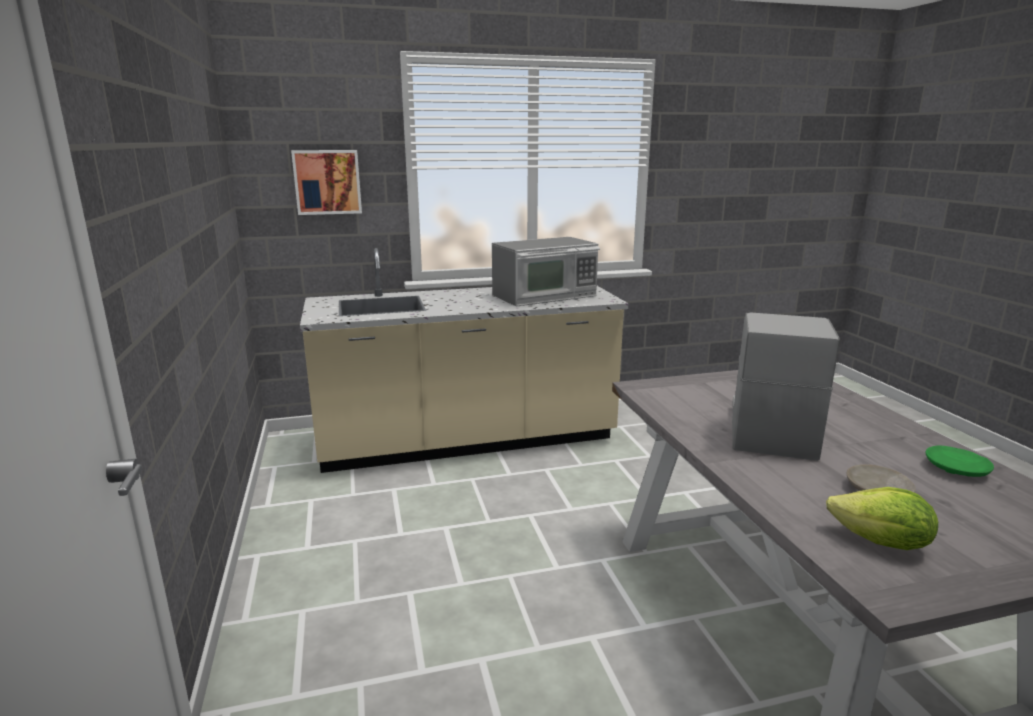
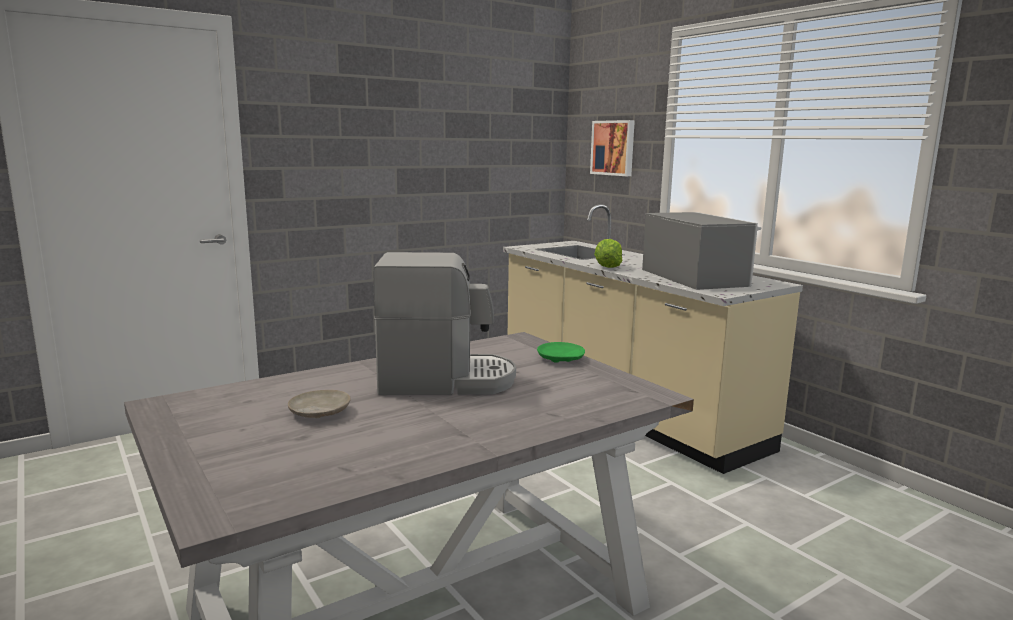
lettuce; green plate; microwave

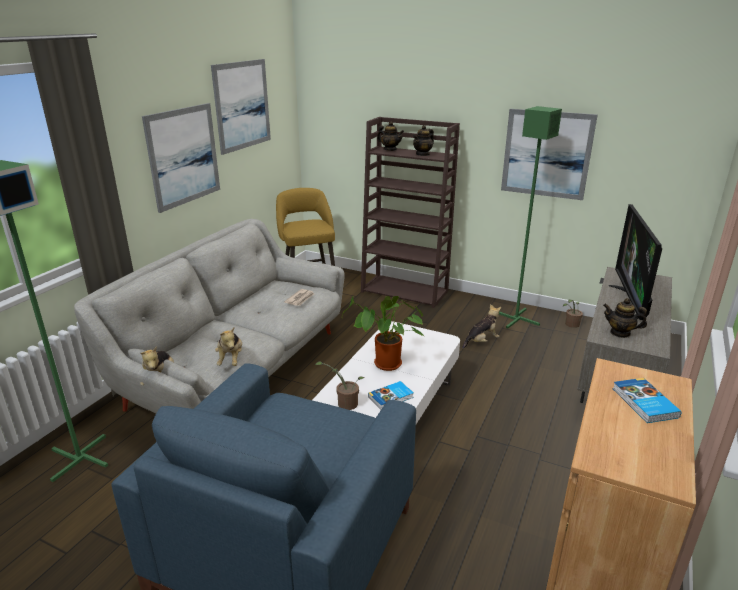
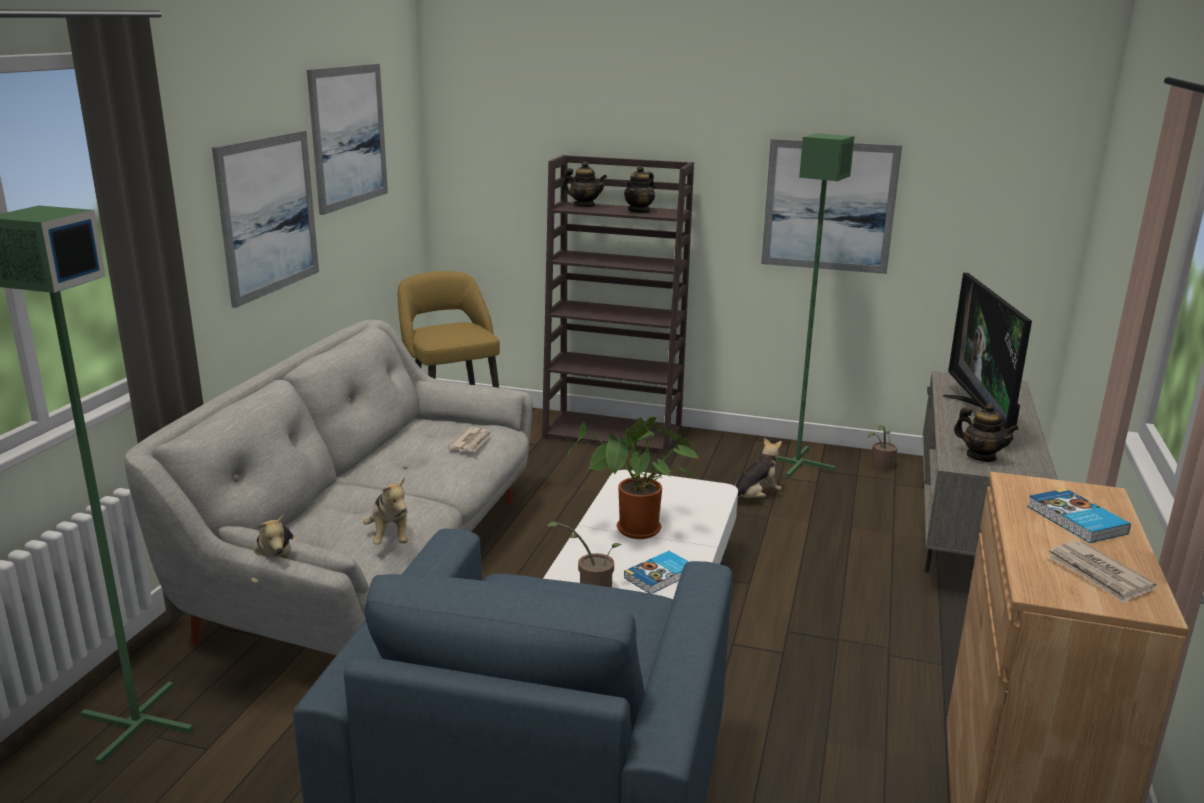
newspaper (no. 2 from left); teapot (no. 3 from left)

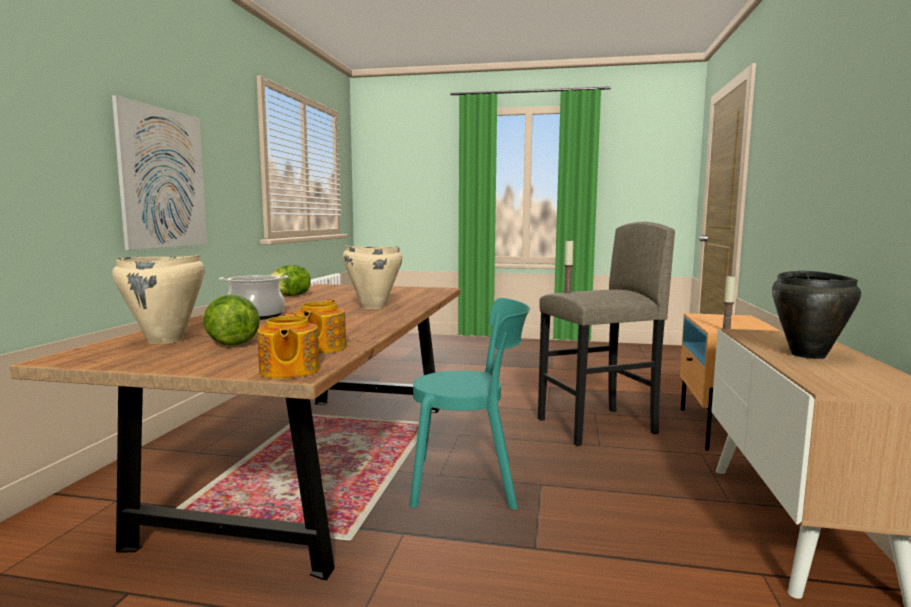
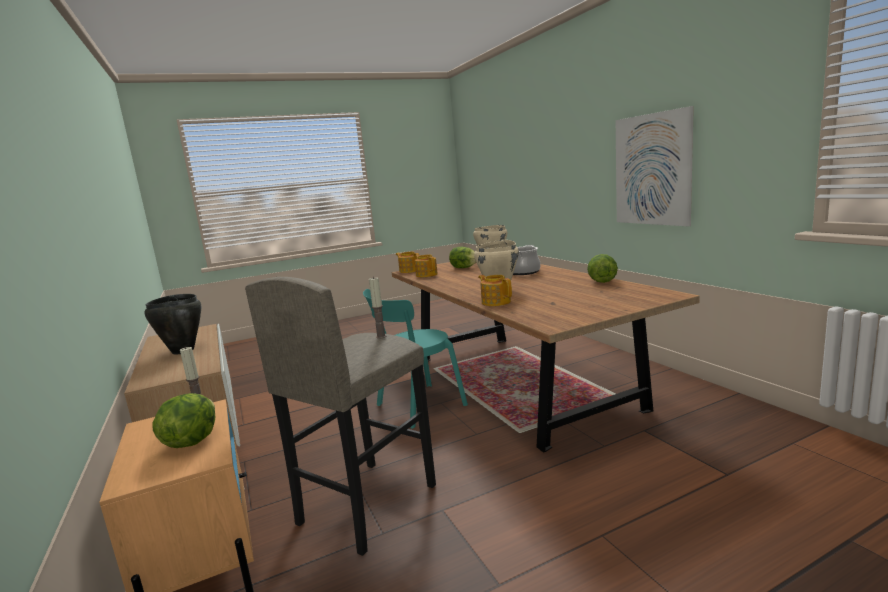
lettuce (no. 1 from left); teapot (no. 3 from left)

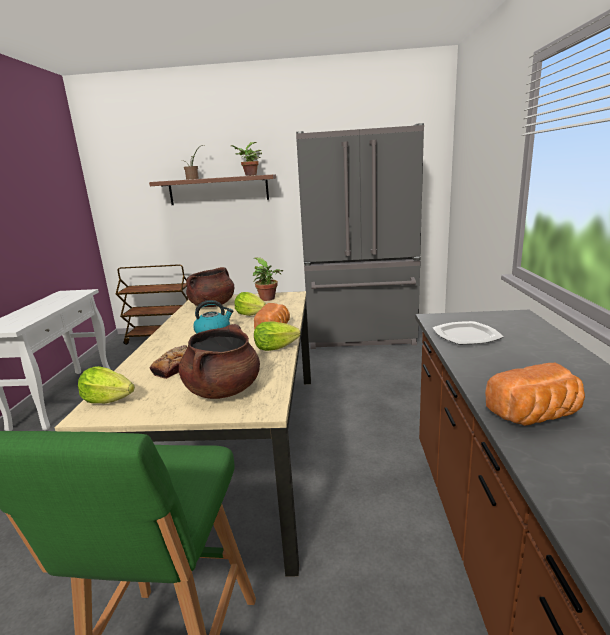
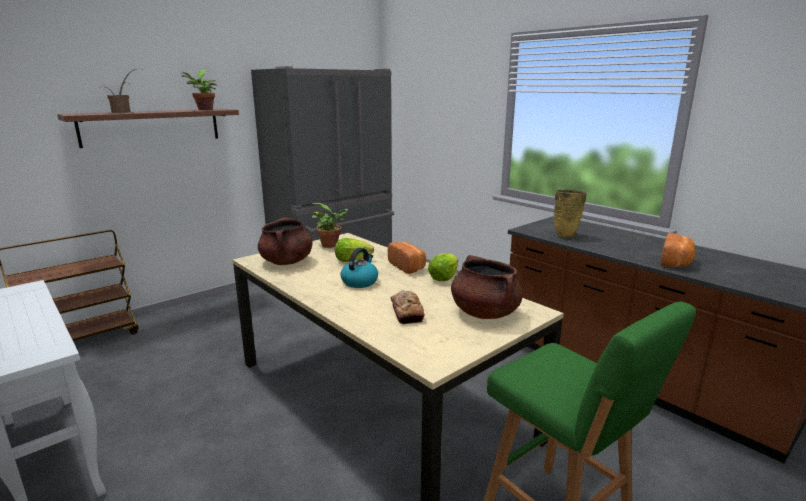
lettuce (no. 1 from left in the first image); beige vase

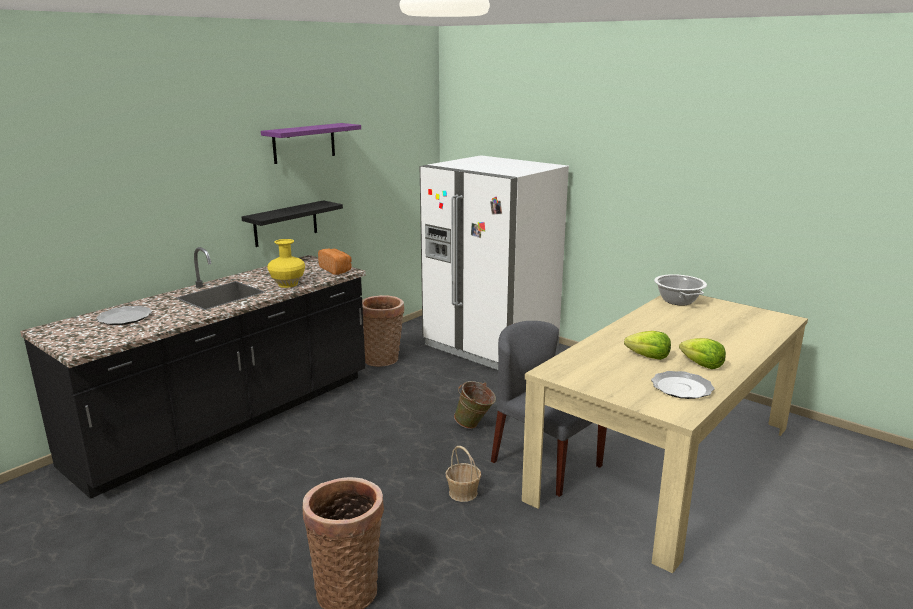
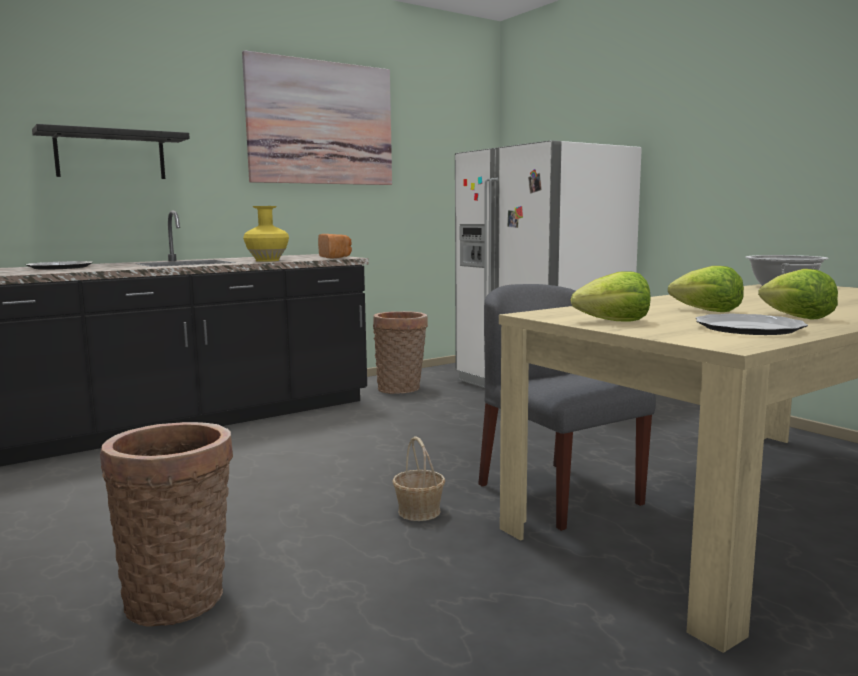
green bucket; lettuce (no. 1 from left); black shelf; picture

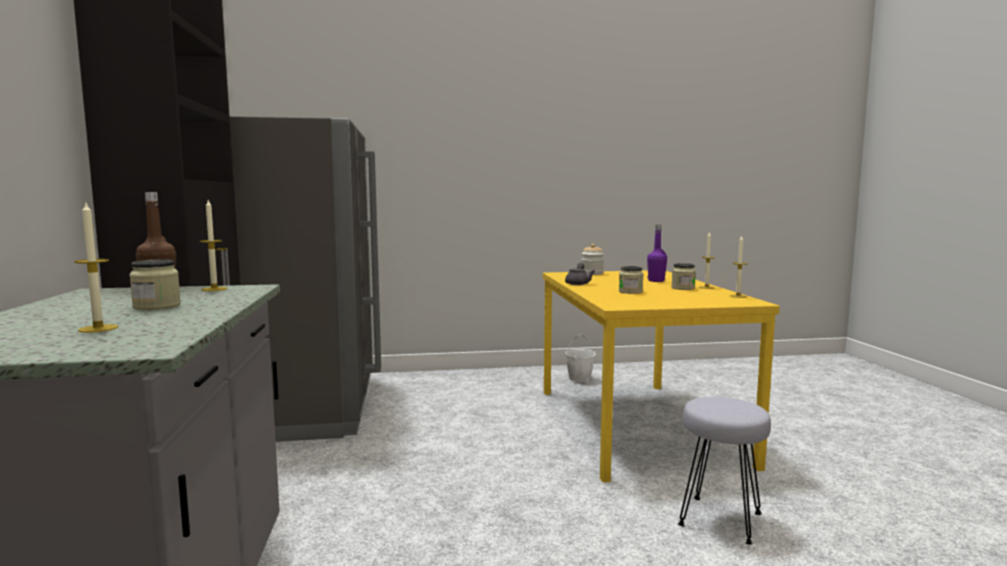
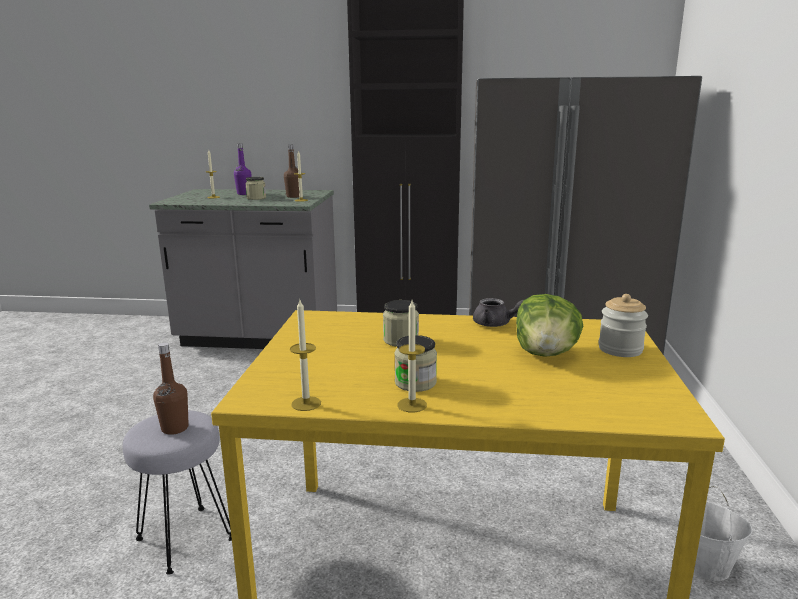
brown bottle (no. 1 from left); lettuce; purple bottle

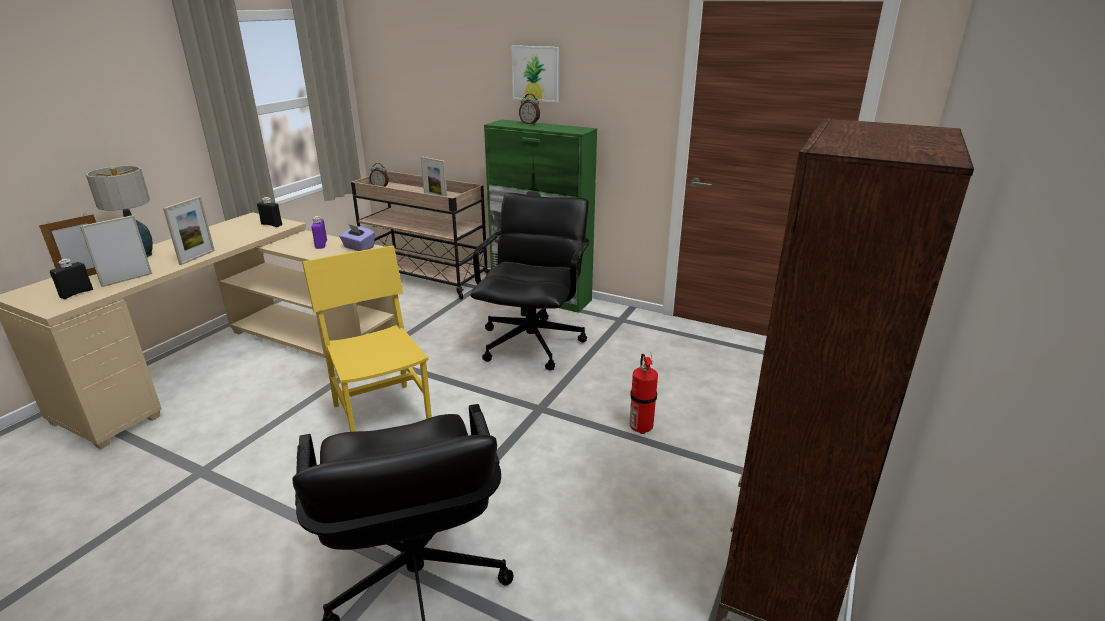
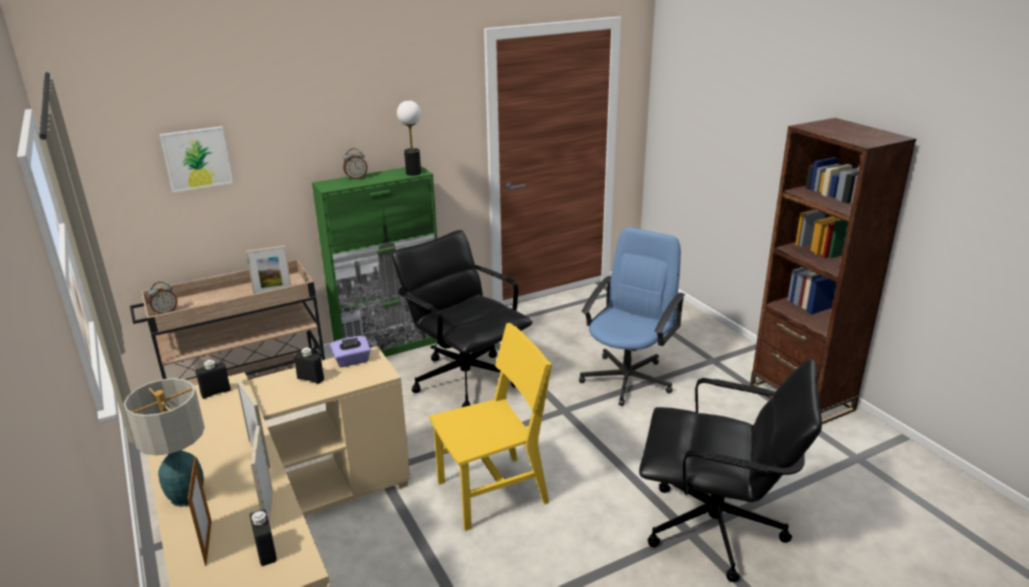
table lamp (no. 2 from left); picture; blue office chair; black bottle (no. 3 from left); yellow chair

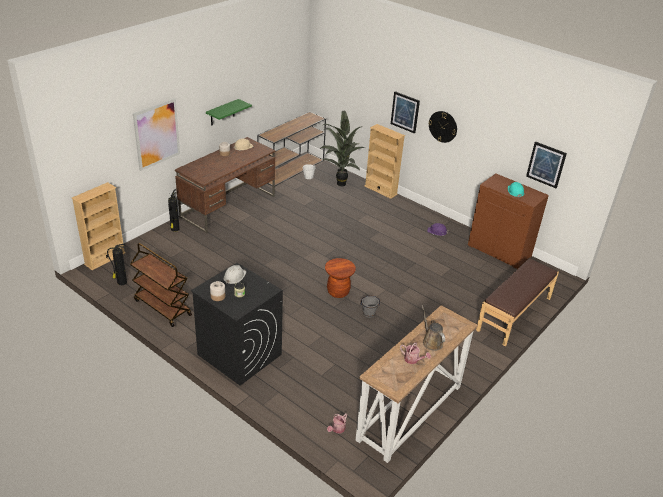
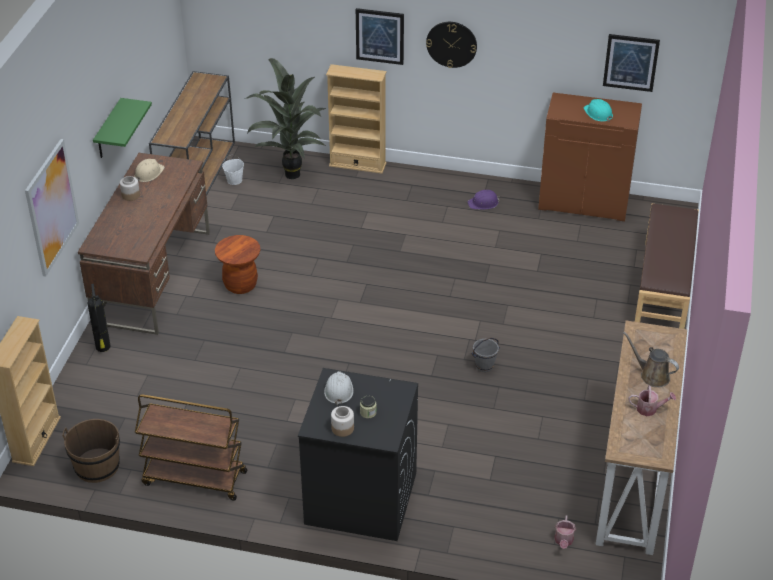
brown stool; brown bucket

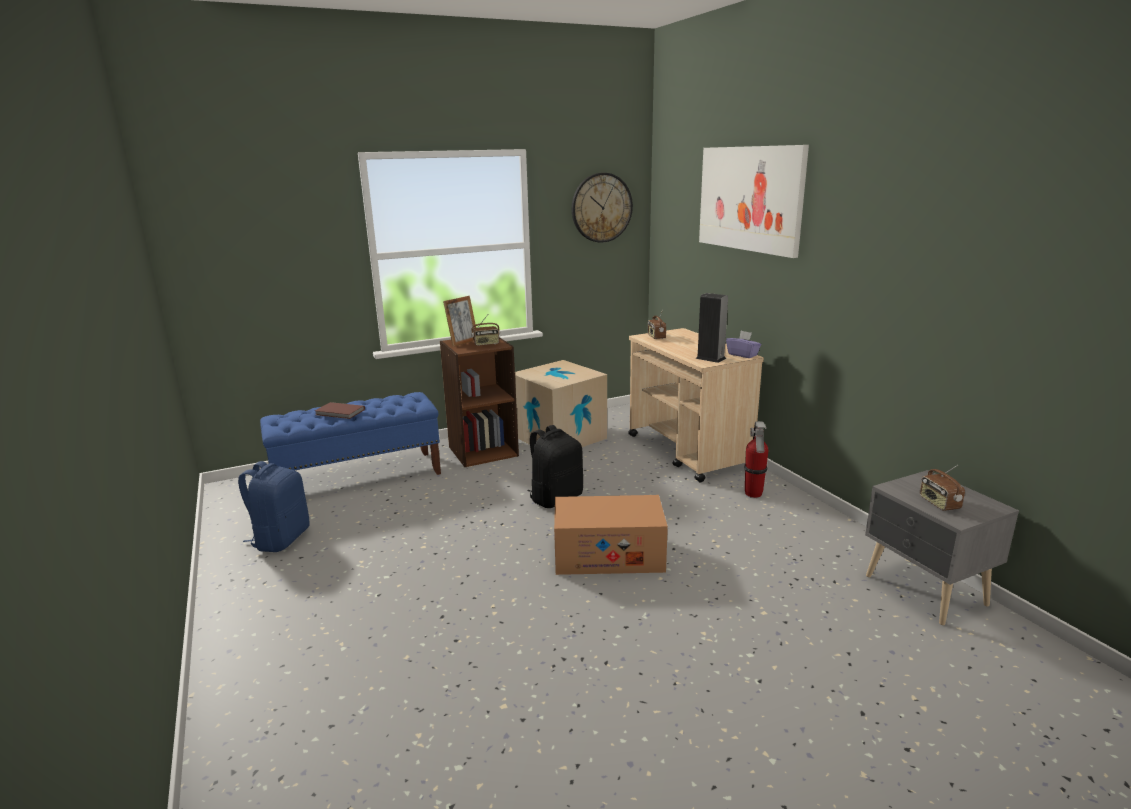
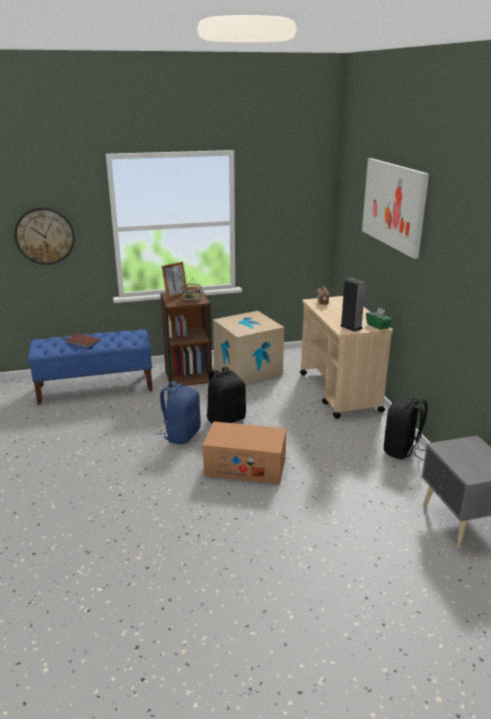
fire extinguisher; radio (no. 3 from left in the first image); black backpack (no. 2 from left); blue backpack; wall clock; green tissue box

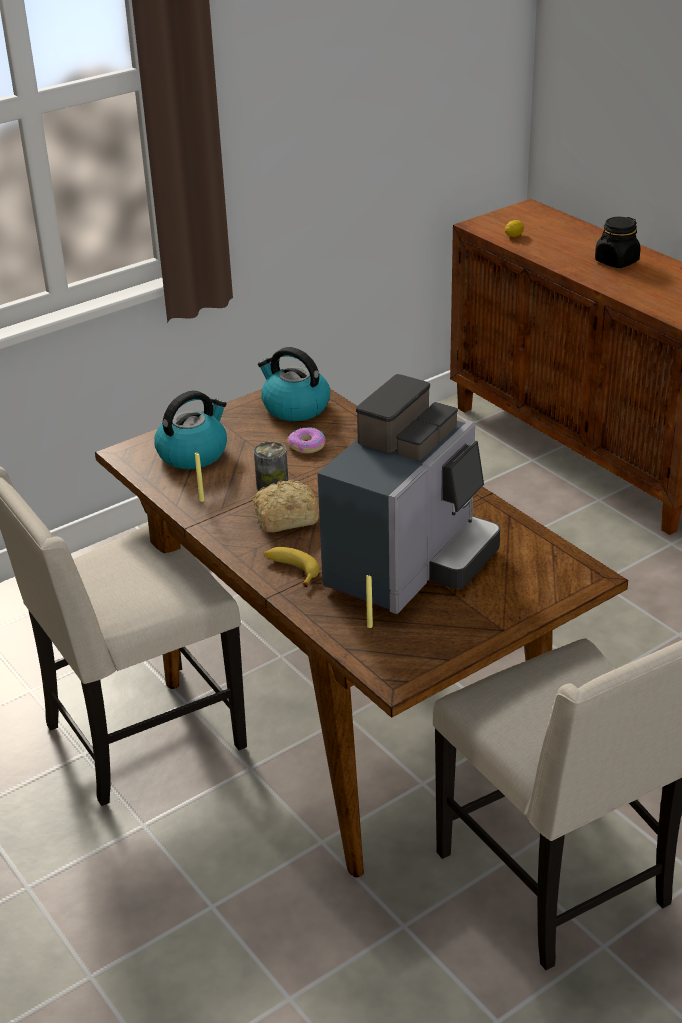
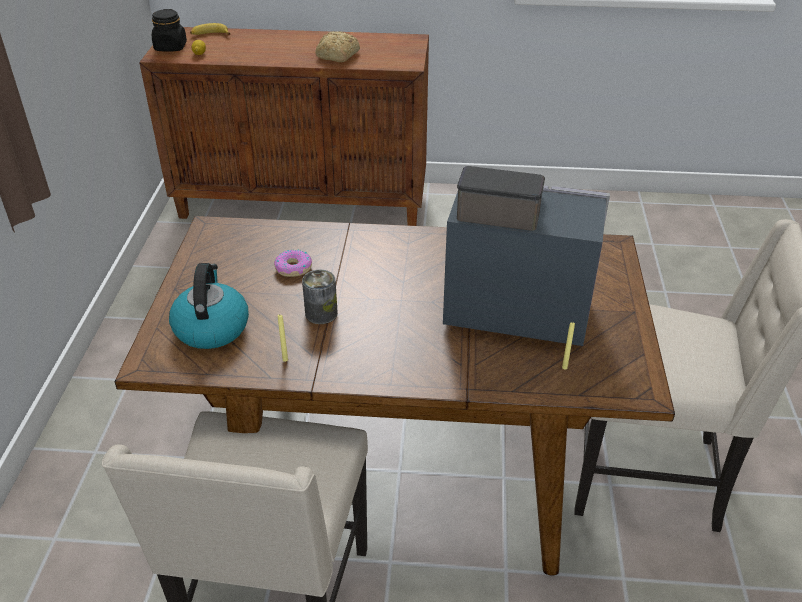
kettle (no. 2 from left in the first image); bread; banana; black jar; coffee machine

